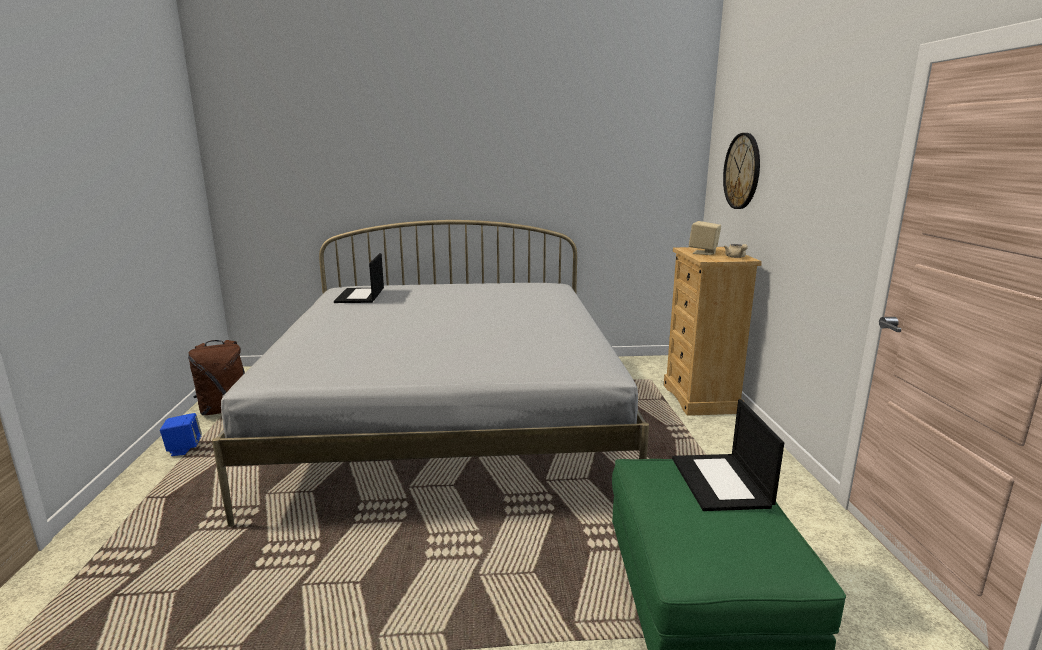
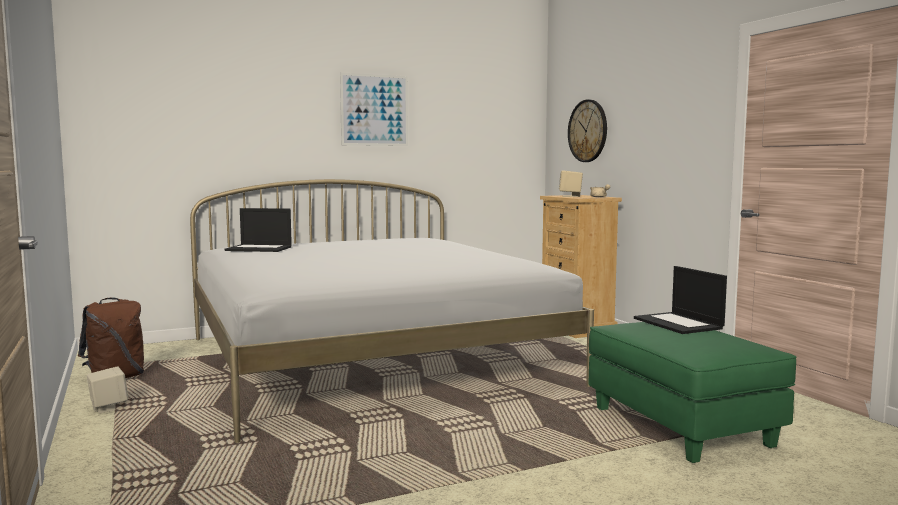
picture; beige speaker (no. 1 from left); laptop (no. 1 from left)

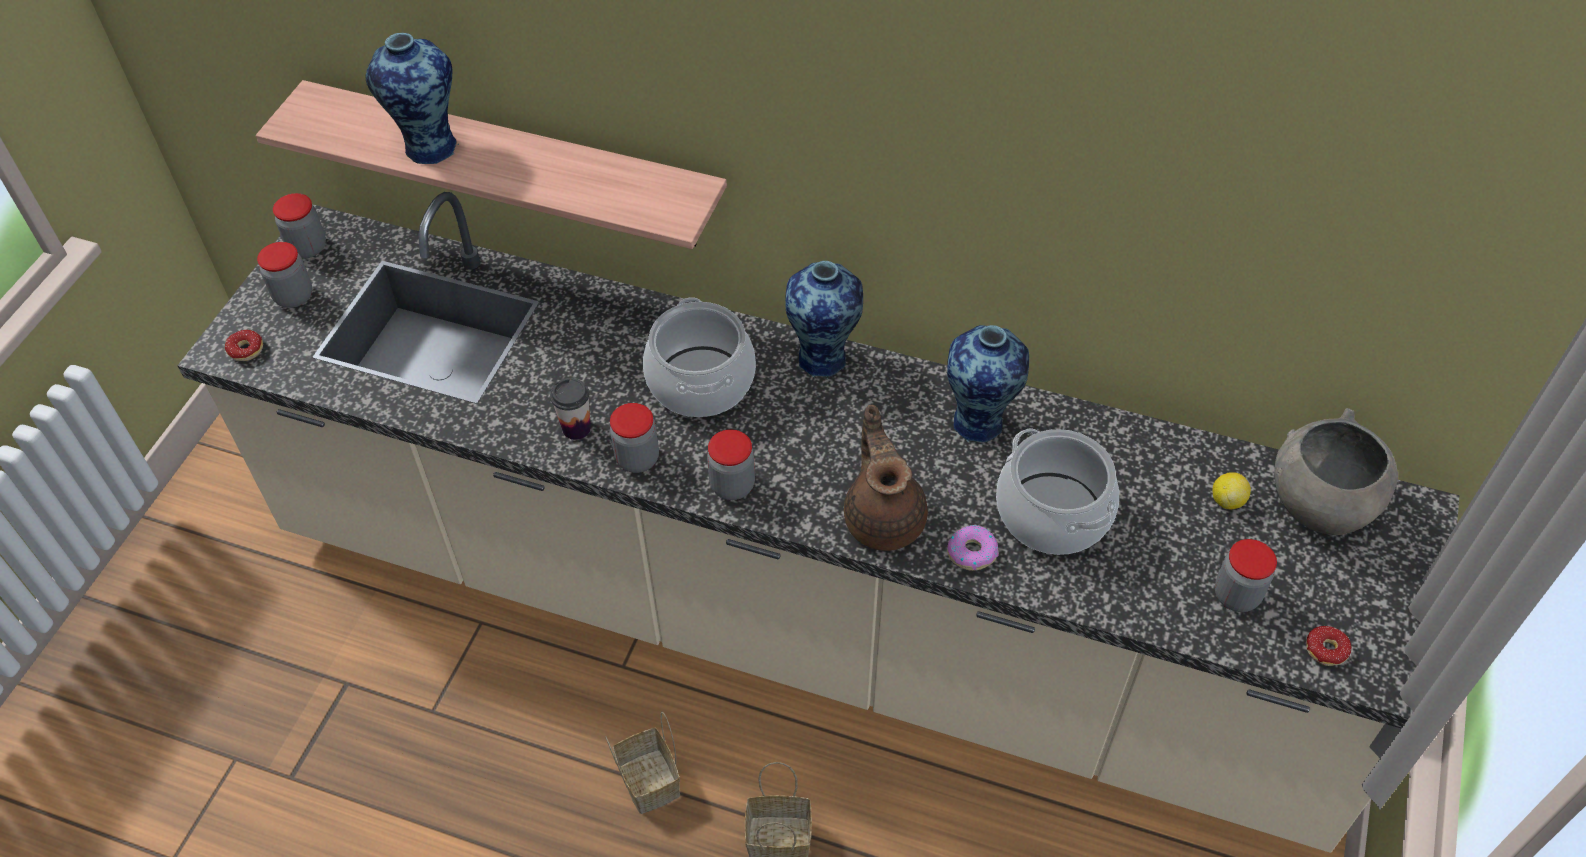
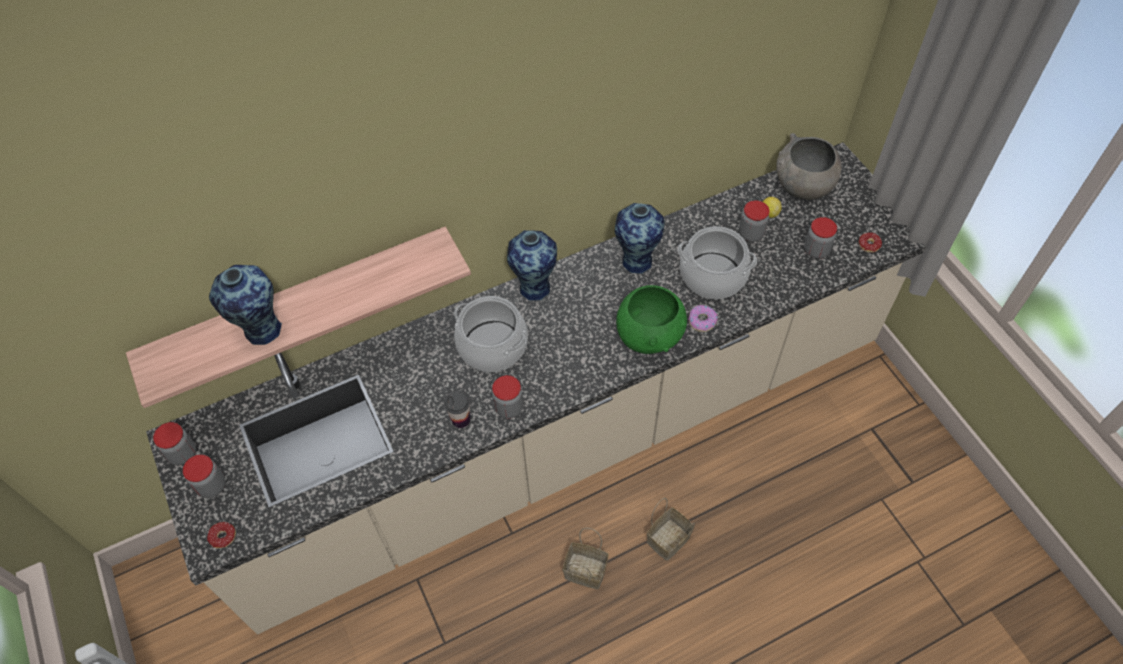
jar (no. 4 from left); green bowl

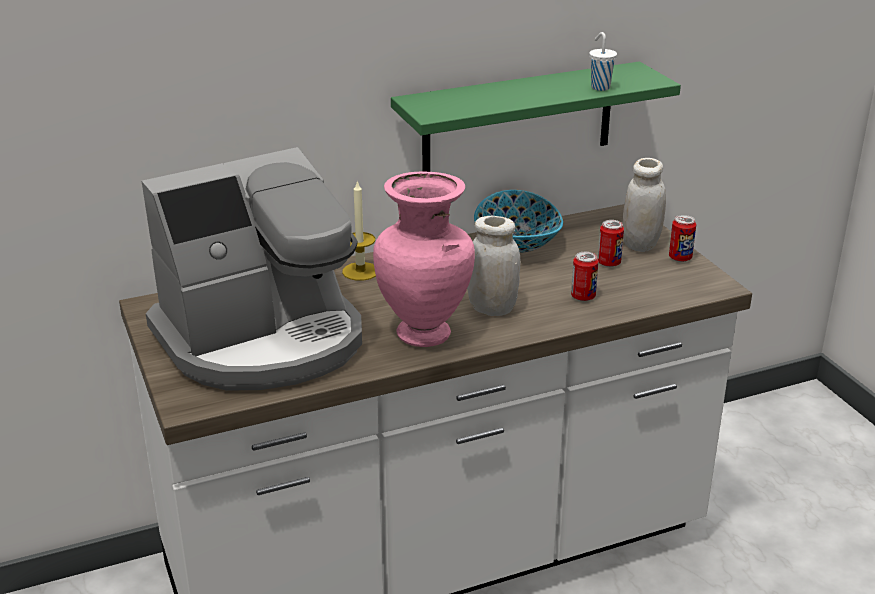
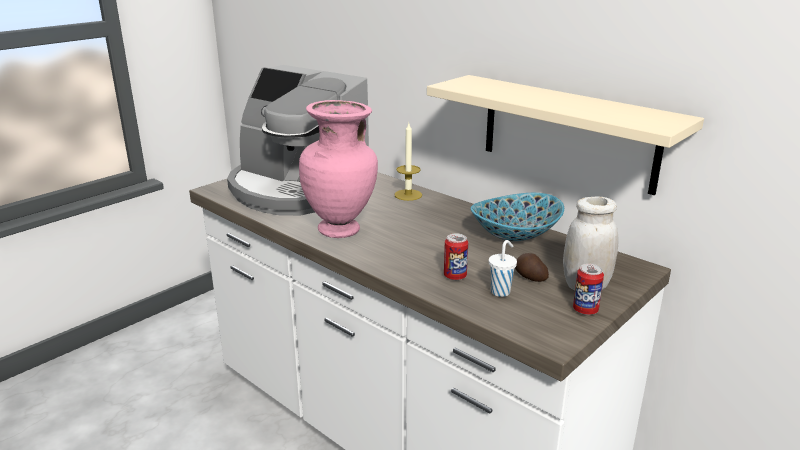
white jar (no. 1 from left in the first image); white cup; potato; beige shelf

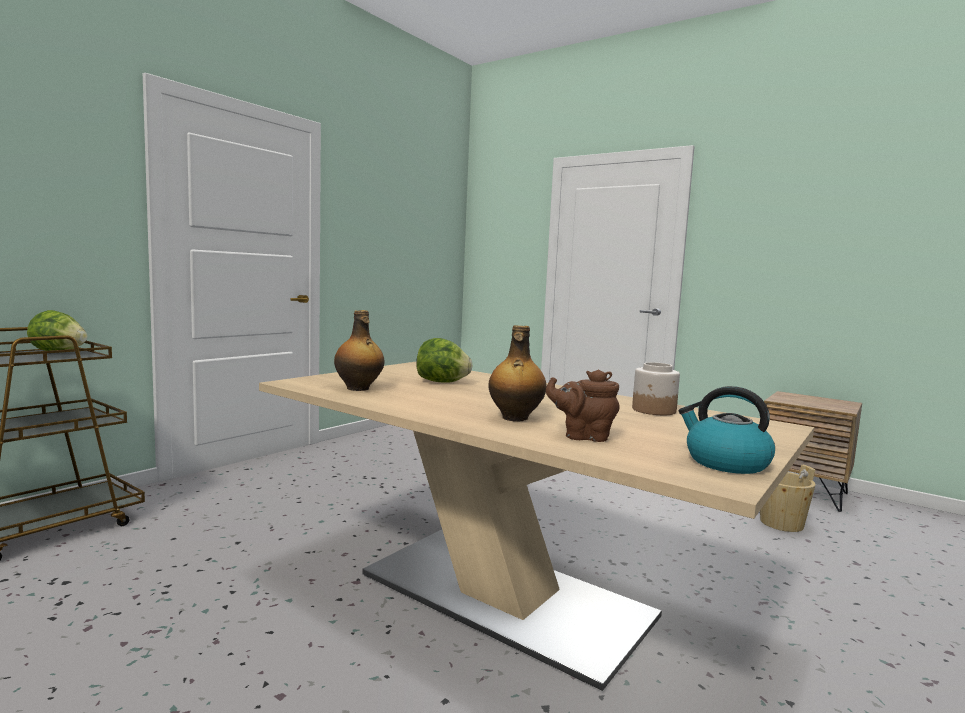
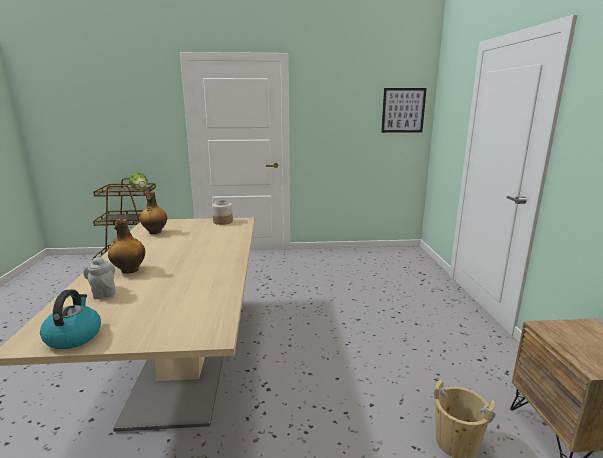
lettuce (no. 2 from left in the first image); picture; jar; grey teapot

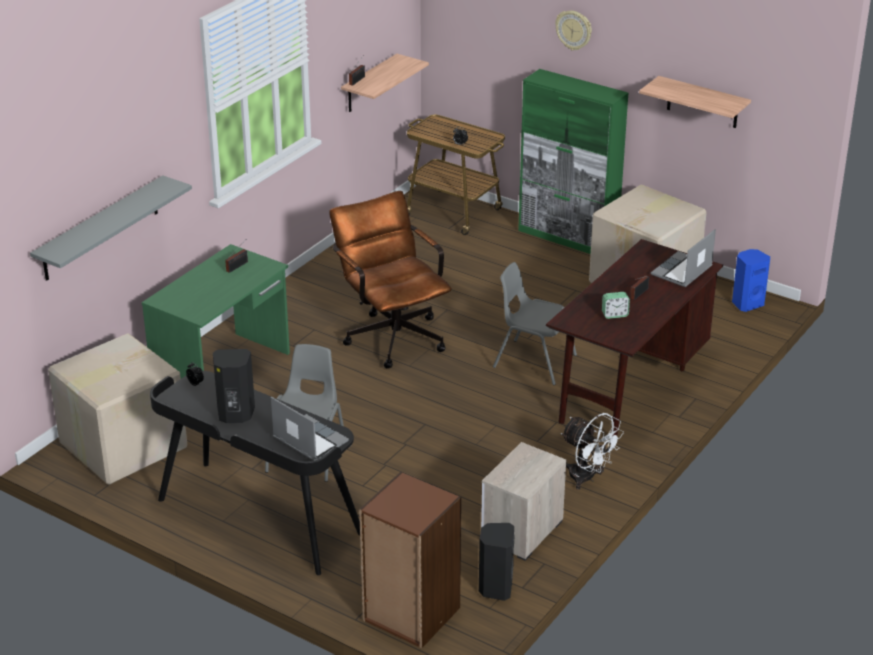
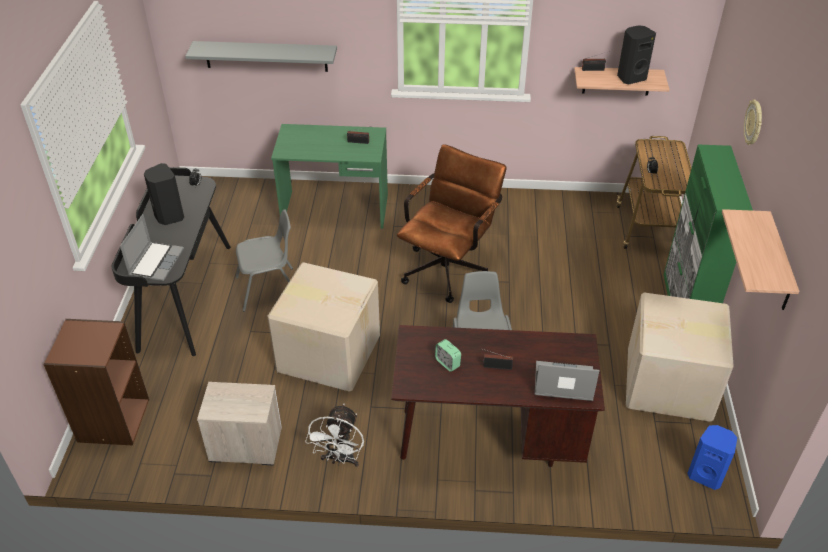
cardboard box (no. 1 from left); black speaker (no. 2 from left)

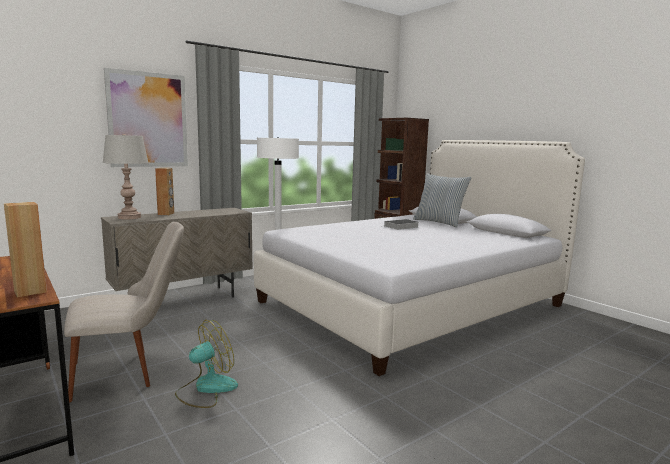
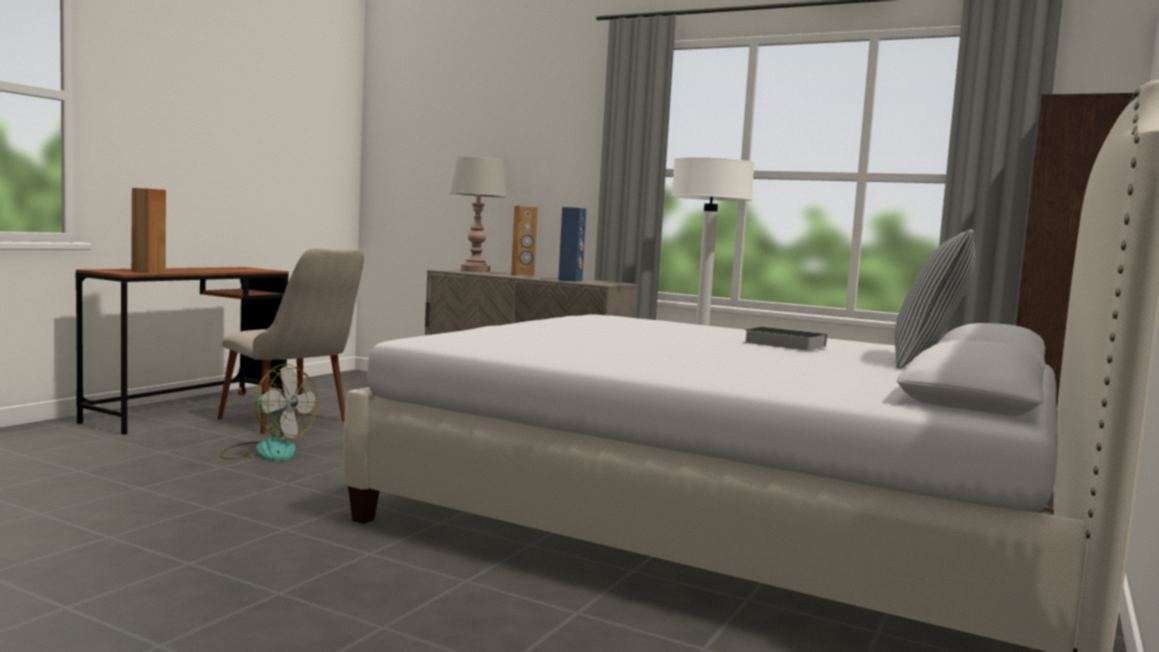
picture; blue speaker

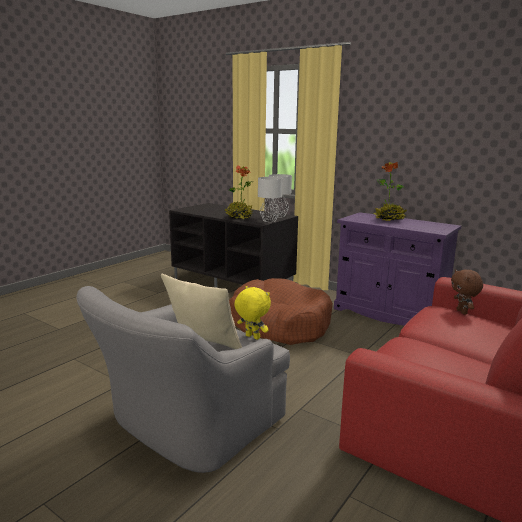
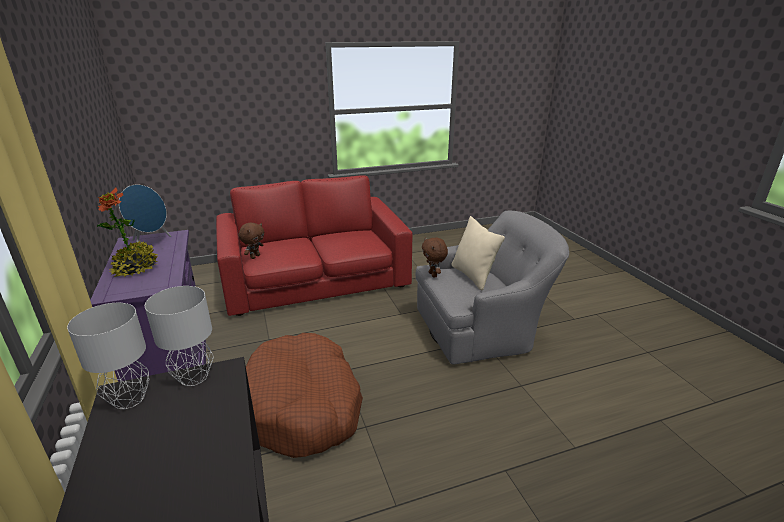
potted plant (no. 1 from left in the first image); blue speaker; brown plush toy (no. 2 from left)

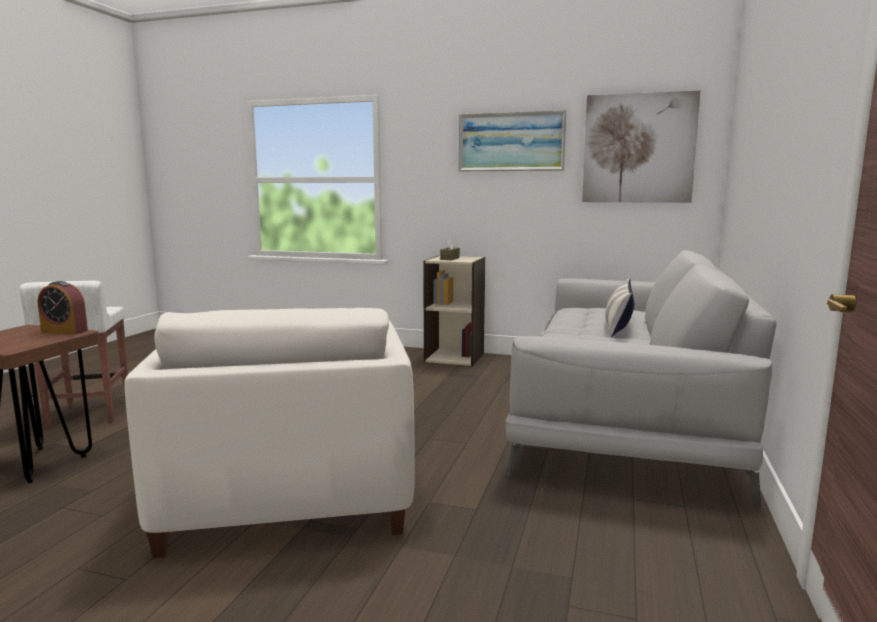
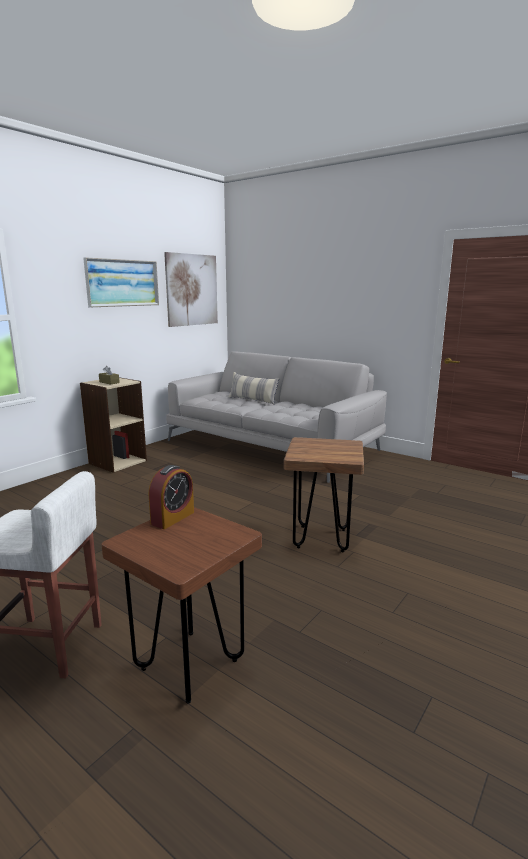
brown stool (no. 2 from left)

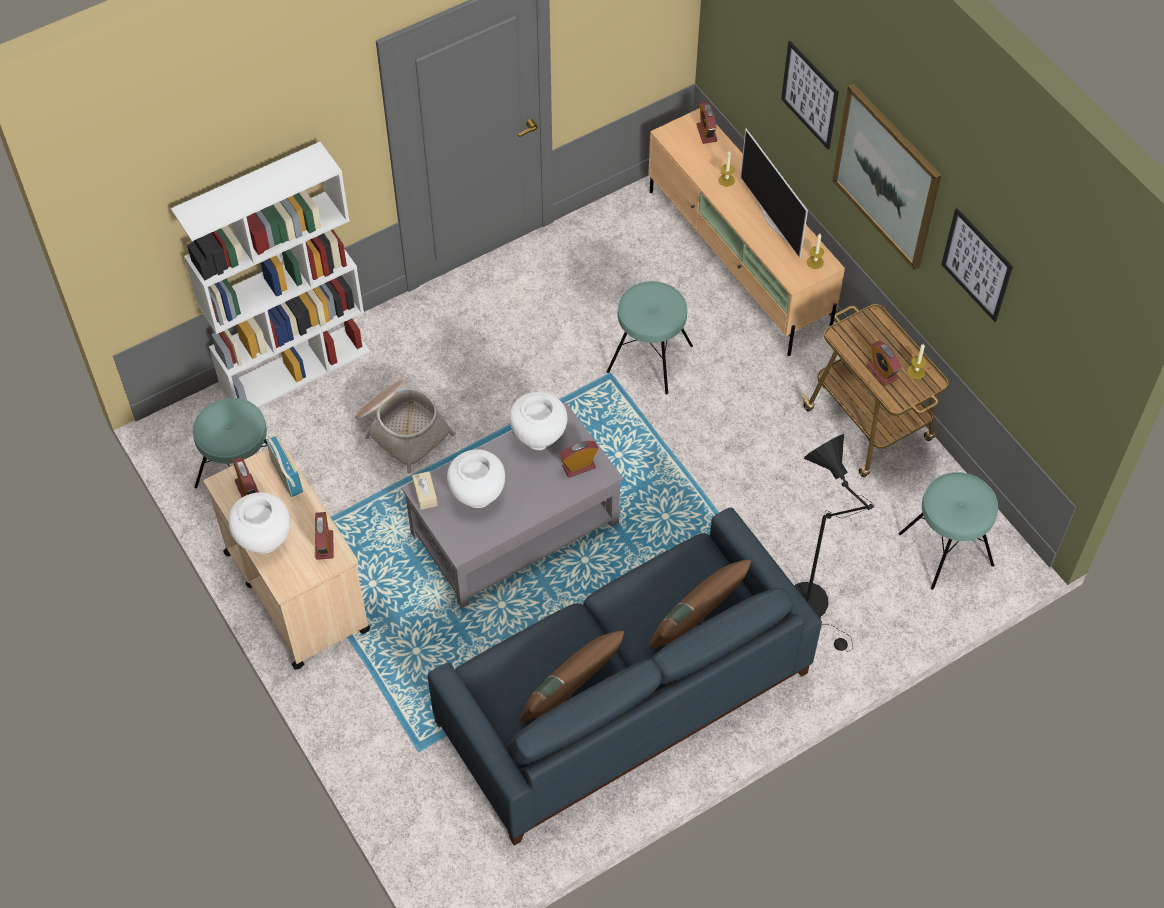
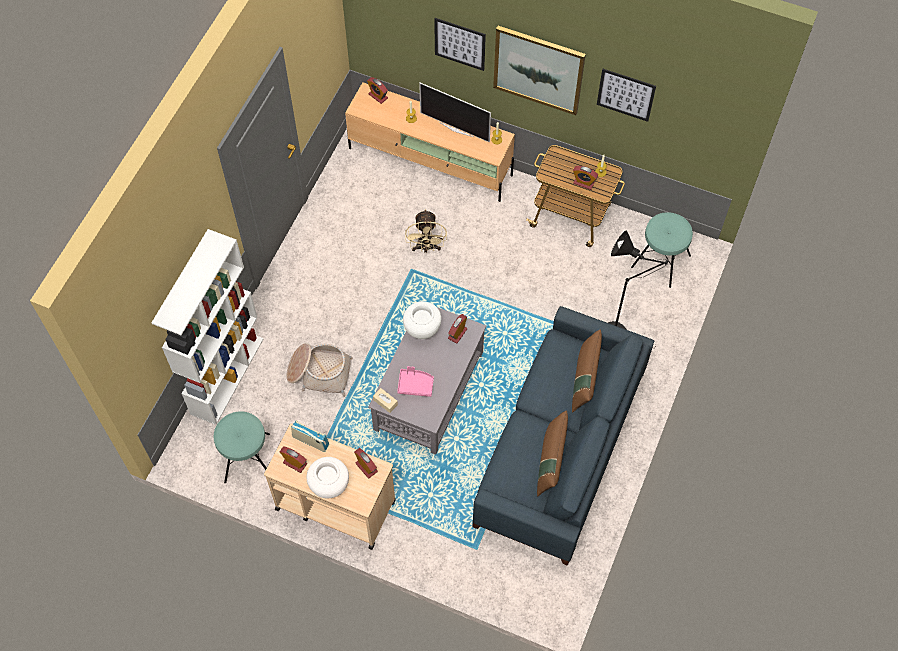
pink tray; beige fan

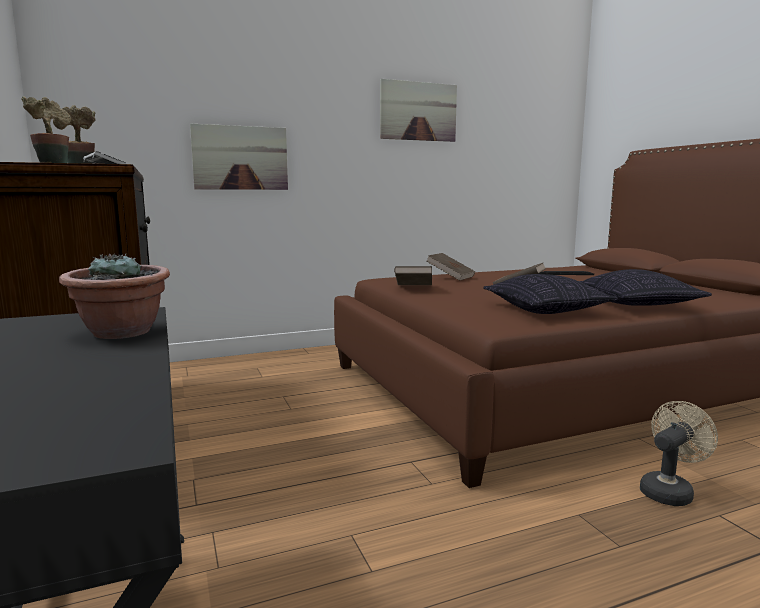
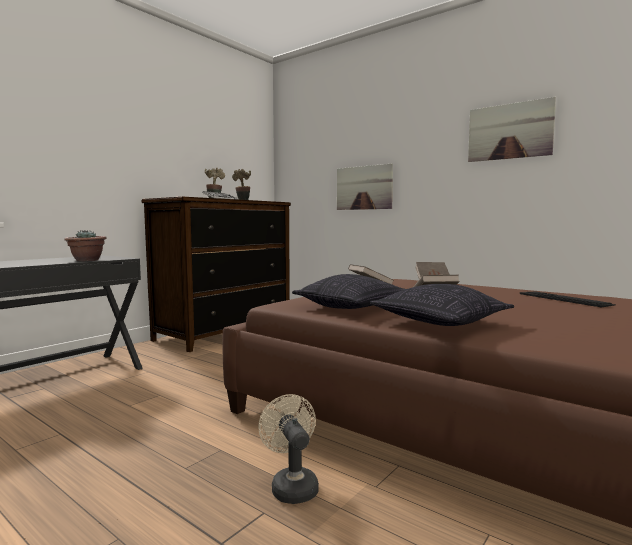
beige fan

